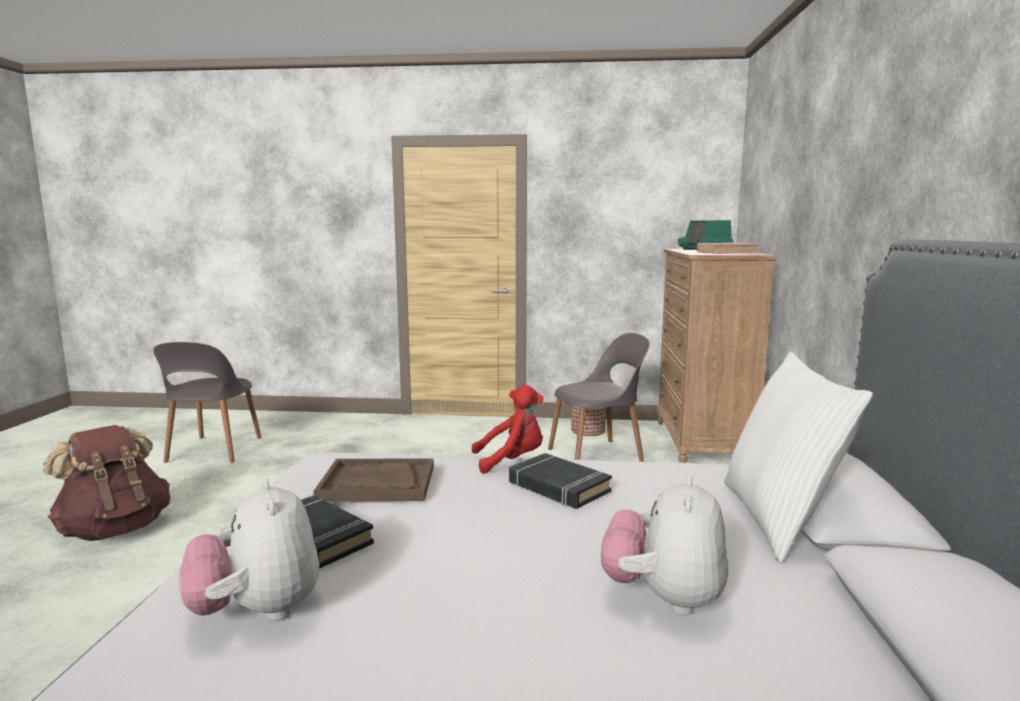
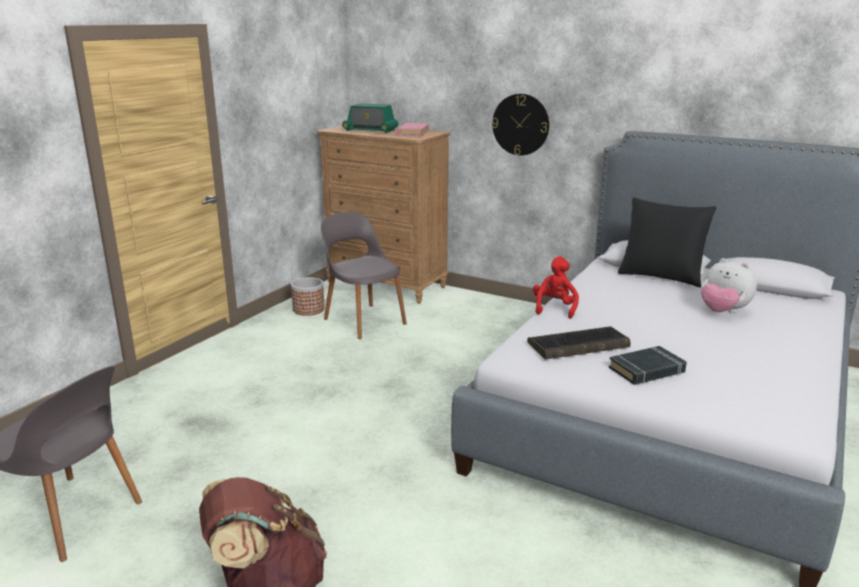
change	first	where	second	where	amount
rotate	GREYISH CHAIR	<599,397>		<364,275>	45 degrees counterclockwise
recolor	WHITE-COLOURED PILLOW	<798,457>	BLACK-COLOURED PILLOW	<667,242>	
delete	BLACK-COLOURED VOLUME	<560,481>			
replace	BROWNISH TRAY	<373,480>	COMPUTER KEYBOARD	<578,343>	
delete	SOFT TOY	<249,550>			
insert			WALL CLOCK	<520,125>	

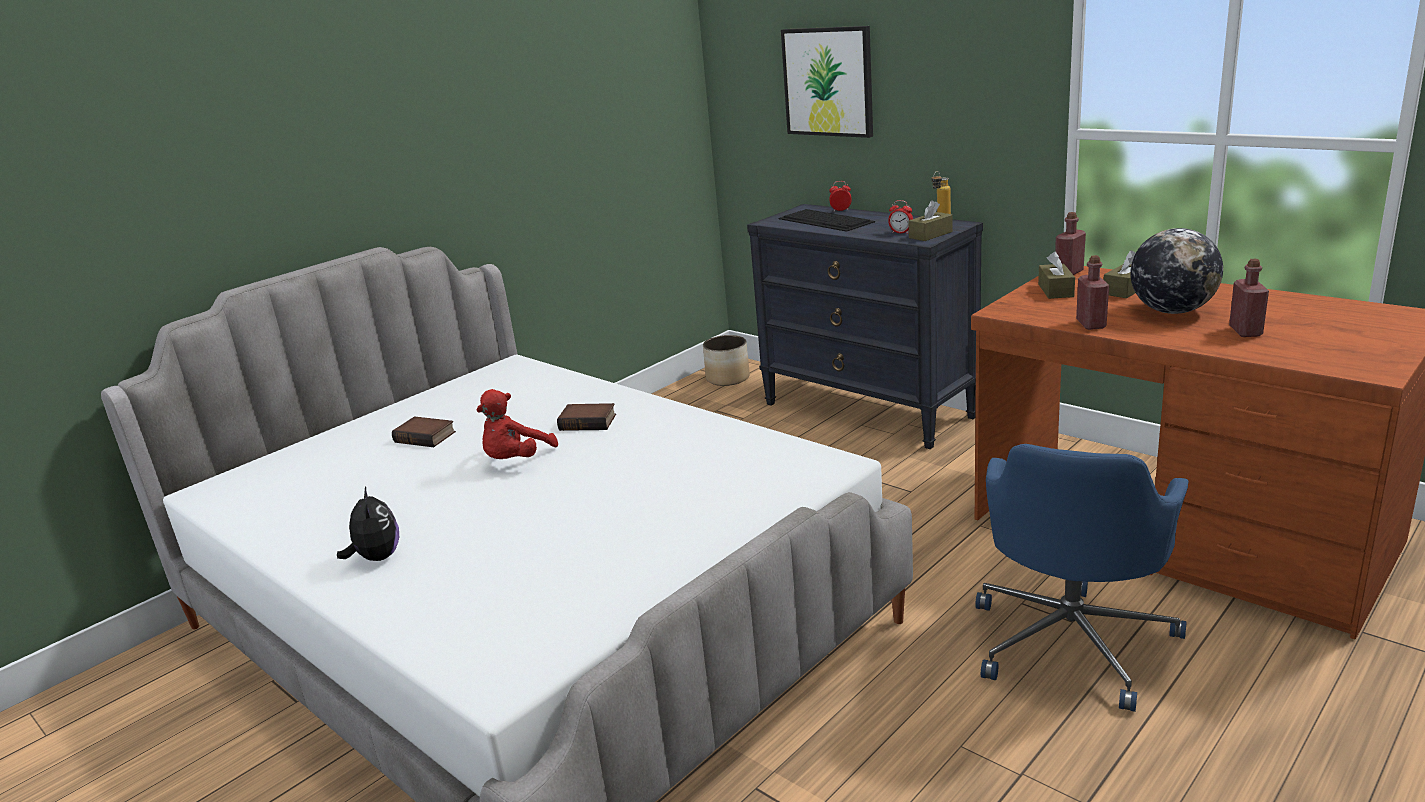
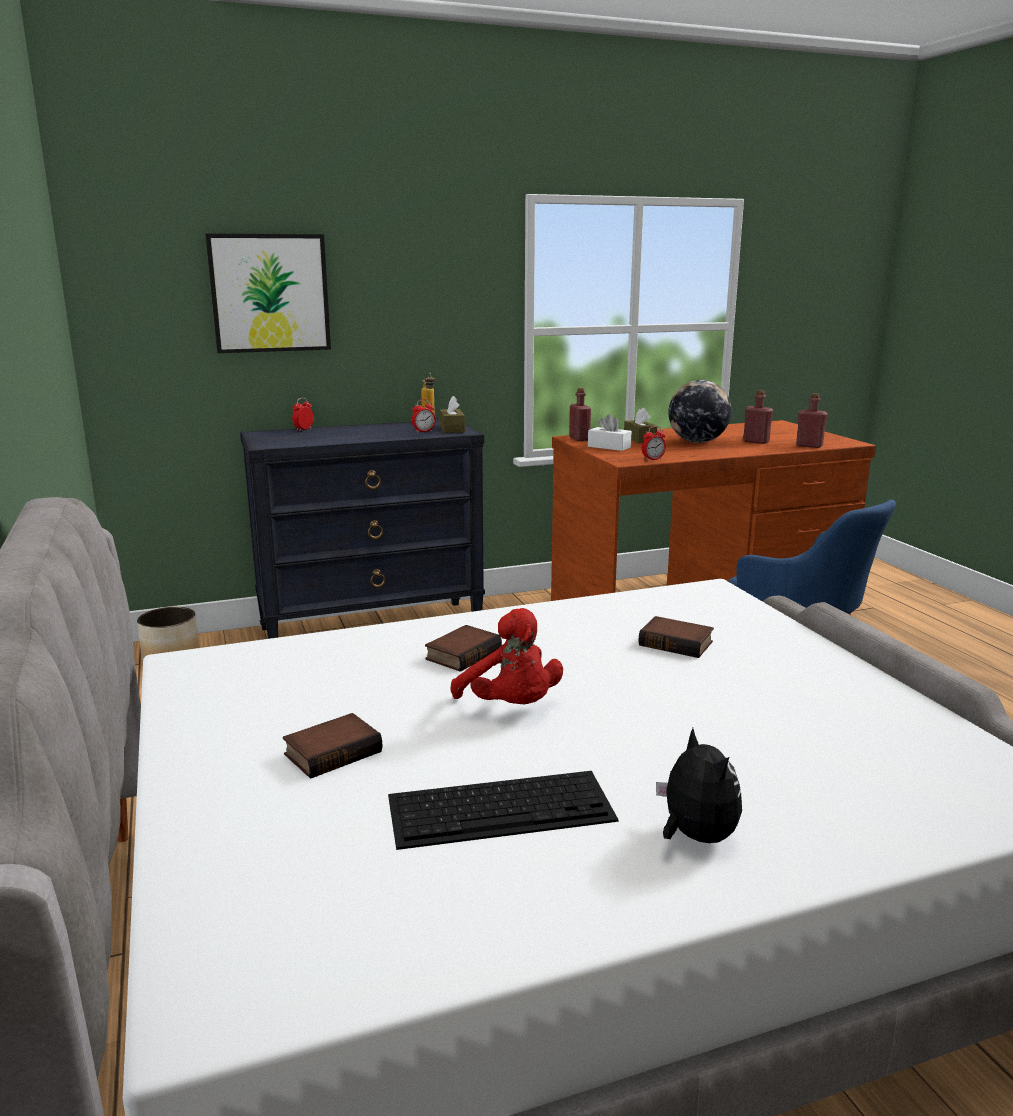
change	first	where	second	where	amount
move	COMPUTER KEYBOARD	<827,220>		<503,810>	
recolor	BROWNISH BOX OF TISSUES	<1056,275>	WHITE-COLOURED BOX OF TISSUES	<610,432>	
move	RED-COLOURED BEVERAGE BOTTLE	<1092,292>		<812,420>	
rotate	SOFT TOY	<368,523>		<699,785>	60 degrees clockwise
insert			TABLE CLOCK	<654,443>	
insert			VOLUME	<676,637>	

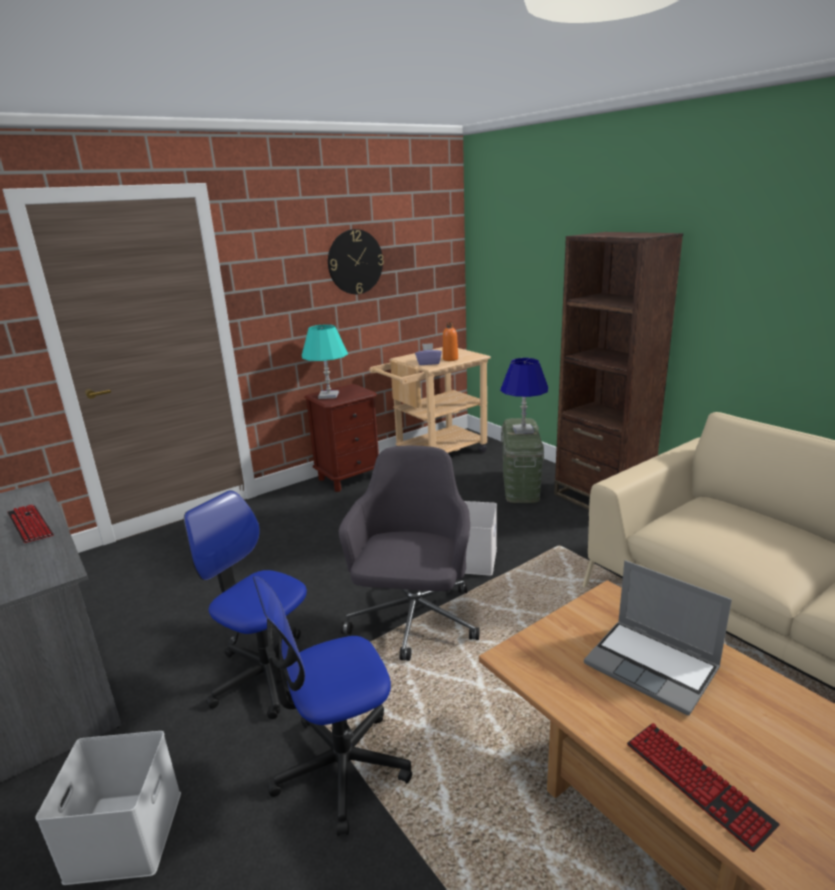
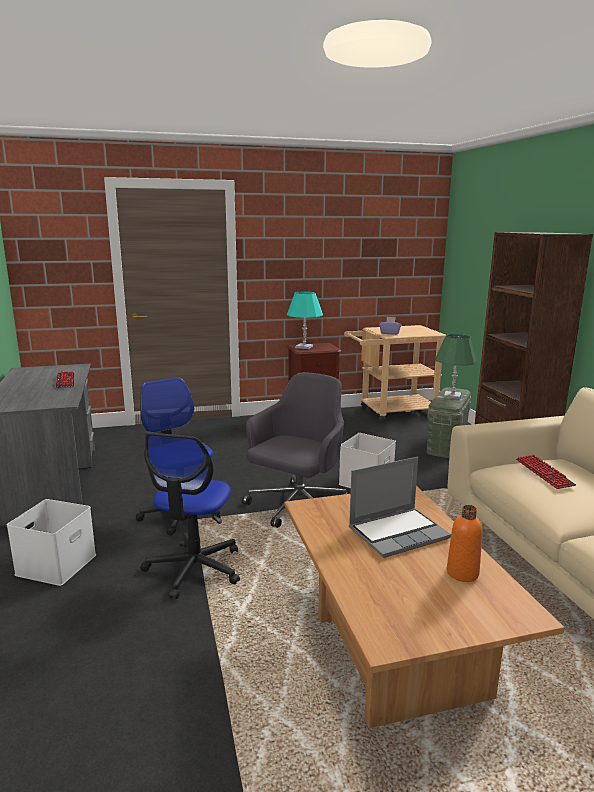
change	first	where	second	where	amount
delete	WALL CLOCK	<356,261>			
move	ORANGEY BEVERAGE BOTTLE	<450,341>		<465,543>	
recolor	BLUE TABLETOP LAMP	<524,396>	GREEN-COLOURED TABLETOP LAMP	<456,366>	
rotate	NOTEBOOK COMPUTER	<658,638>		<400,507>	90 degrees counterclockwise
rotate	DESK CHAIR	<332,706>		<190,516>	75 degrees counterclockwise
move	COMPUTER KEYBOARD	<703,787>		<546,471>	

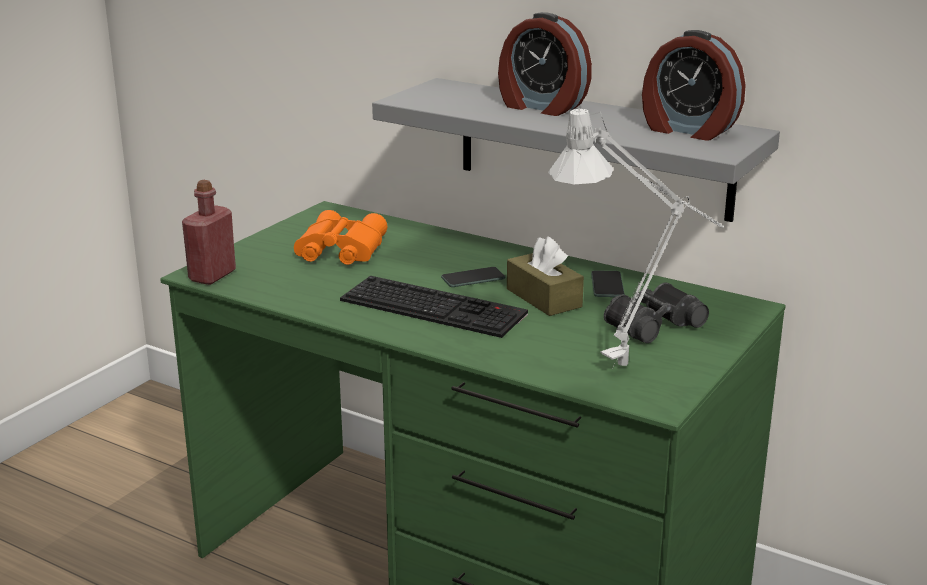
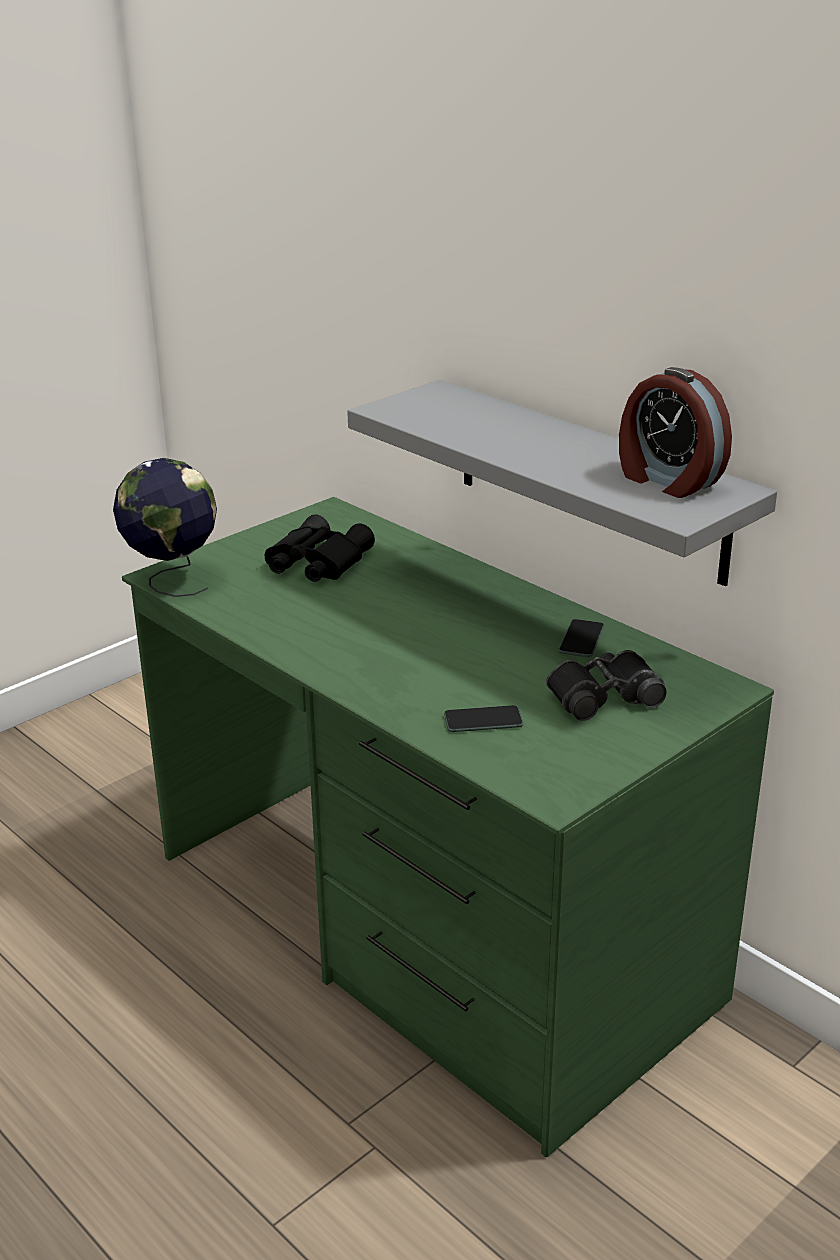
change	first	where	second	where	amount
delete	TABLE CLOCK	<545,64>			
delete	GREYISH TABLETOP LAMP	<636,237>			
replace	RED-COLOURED BEVERAGE BOTTLE	<209,232>	DESK GLOBE	<165,527>	
recolor	ORANGEY FIELD GLASSES	<340,237>	BLACK-COLOURED FIELD GLASSES	<320,548>	
delete	BROWNISH BOX OF TISSUES	<545,276>			
move	PHONE	<473,277>		<483,718>	
delete	COMPUTER KEYBOARD	<434,307>			

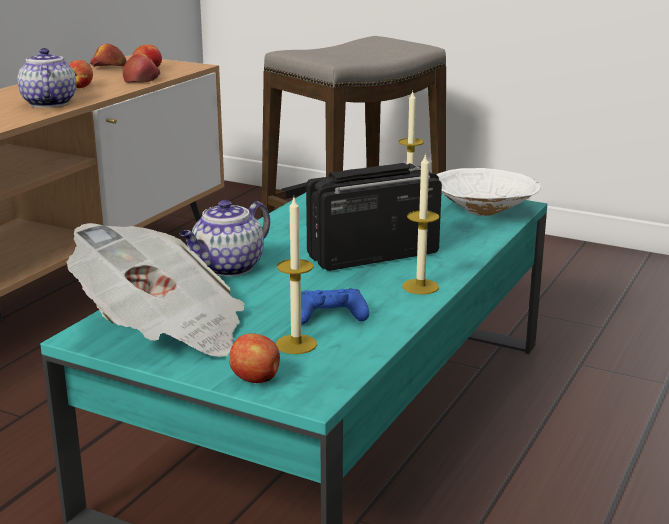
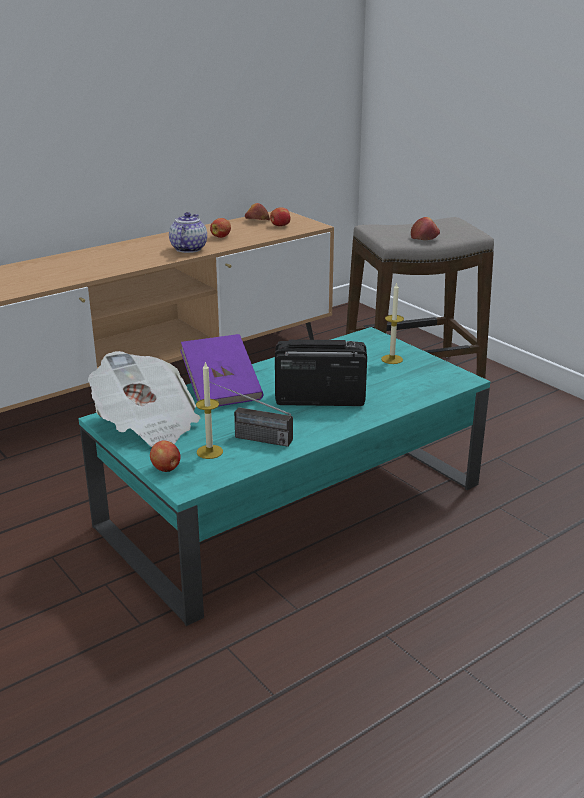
change	first	where	second	where	amount
move	APPLE	<141,68>		<425,228>	
delete	WAX CANDLE	<421,223>			
delete	WHITE-COLOURED BOWL	<488,192>			
replace	TEA POT	<225,238>	PURPLE VOLUME	<222,370>	
replace	BLUE GAME CONTROLLER	<335,306>	RADIO SET	<251,414>	

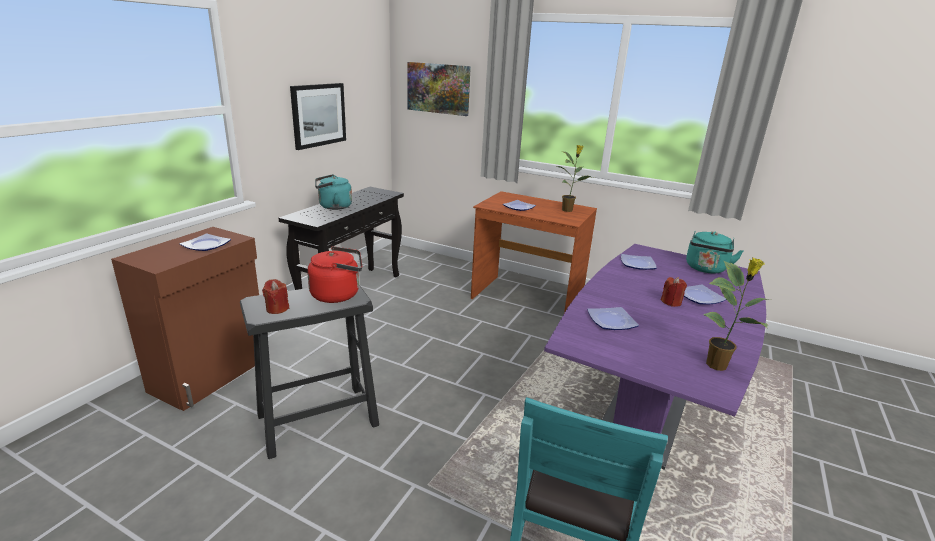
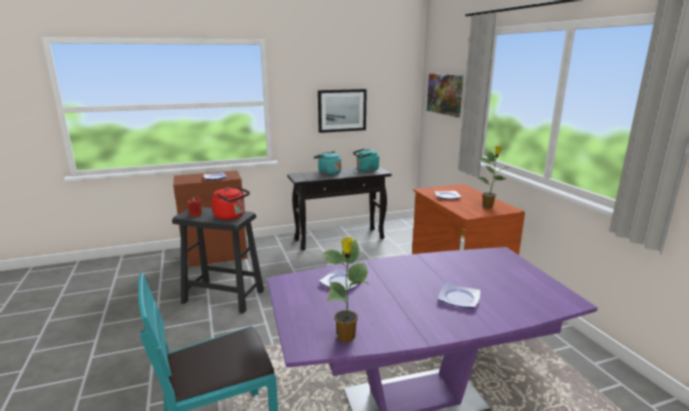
change	first	where	second	where	amount
move	BLUE-GREEN TEA KETTLE	<714,252>		<366,160>	
delete	FLAT DISH	<639,262>			
delete	RED-COLOURED WAX CANDLE	<674,292>			

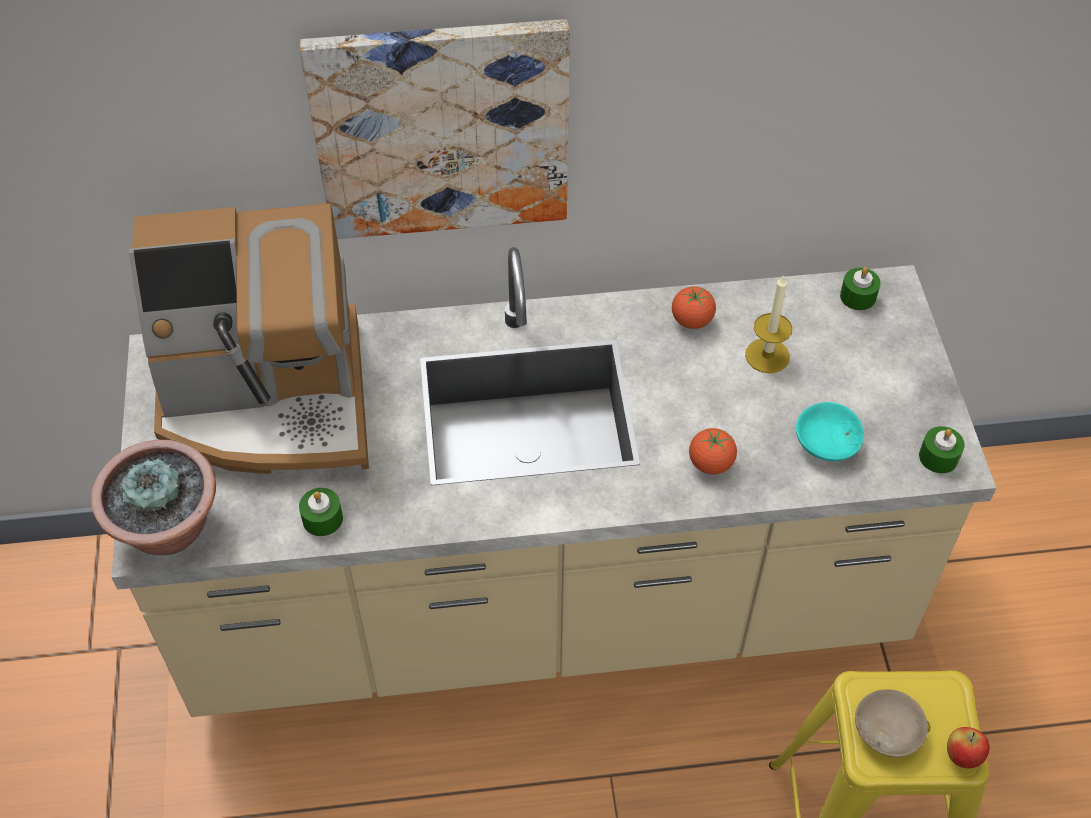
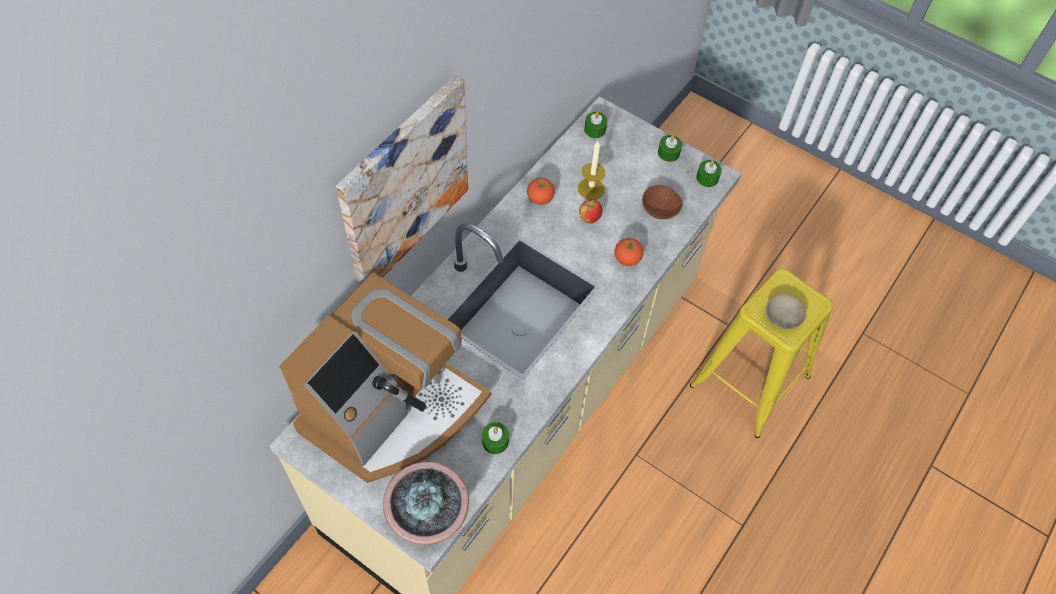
change	first	where	second	where	amount
recolor	BLUE-GREEN BOWL	<830,431>	BROWNISH BOWL	<662,202>	
move	APPLE	<968,747>		<590,212>	
insert			GREEN-COLOURED WAX CANDLE	<670,148>	

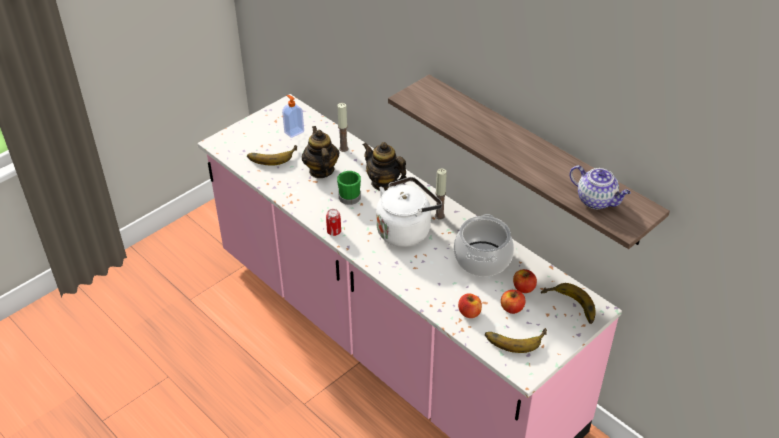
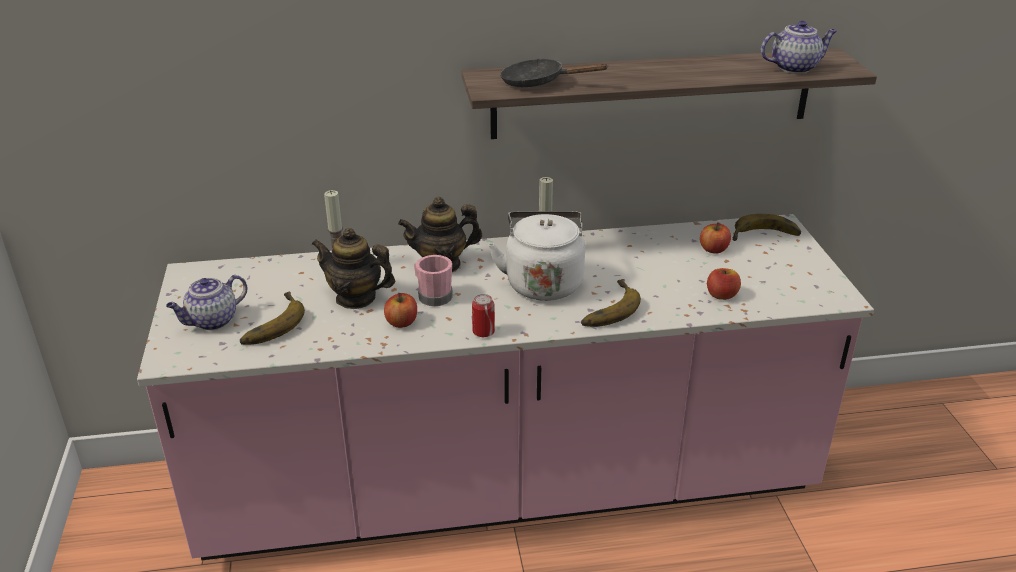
change	first	where	second	where	amount
delete	SOAP BOTTLE	<293,116>			
recolor	GREEN-COLOURED MUG	<349,188>	PINK-COLOURED MUG	<433,280>	
delete	COOKING POT	<484,245>			
move	APPLE	<513,302>		<400,310>	
move	WHOLE BANANA	<516,340>		<611,303>	
insert			BLACK-COLOURED PAN	<554,73>	
insert			TEA POT	<207,302>	

